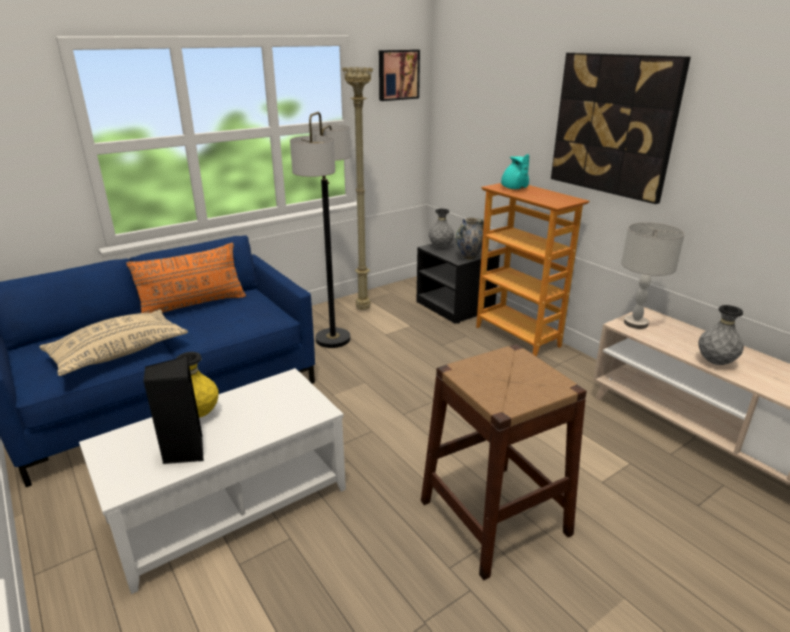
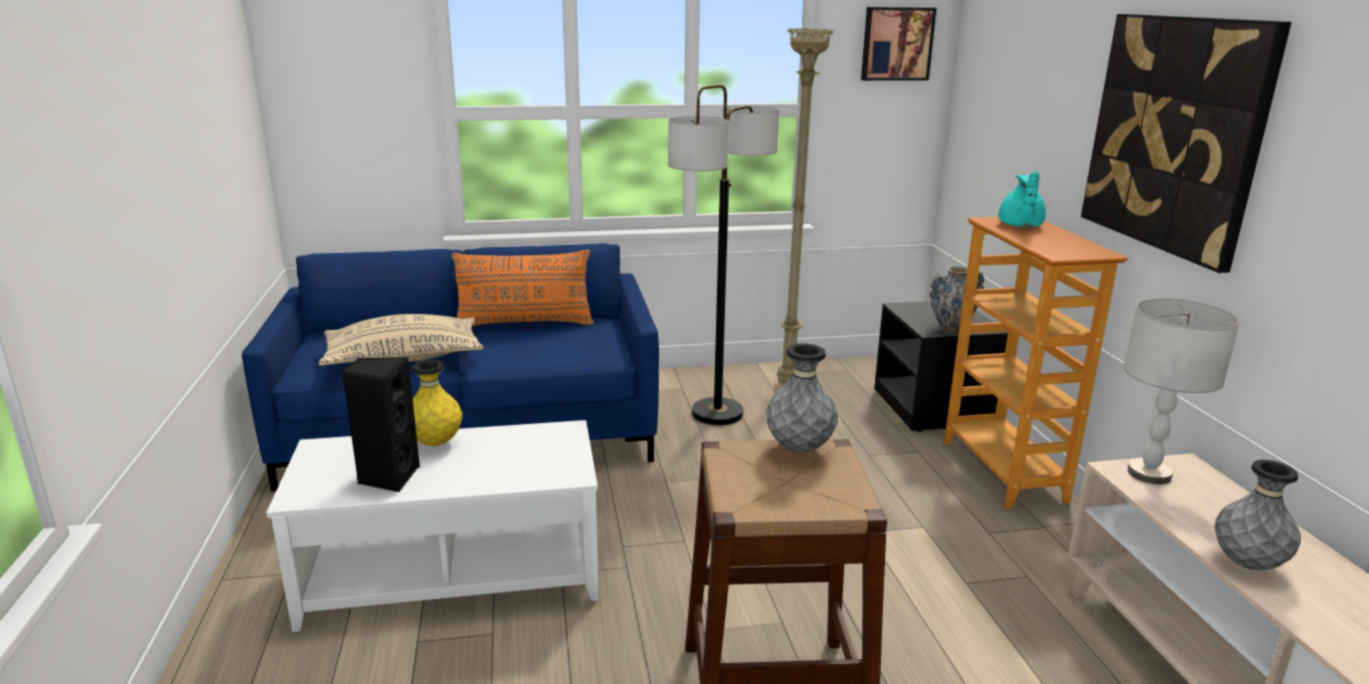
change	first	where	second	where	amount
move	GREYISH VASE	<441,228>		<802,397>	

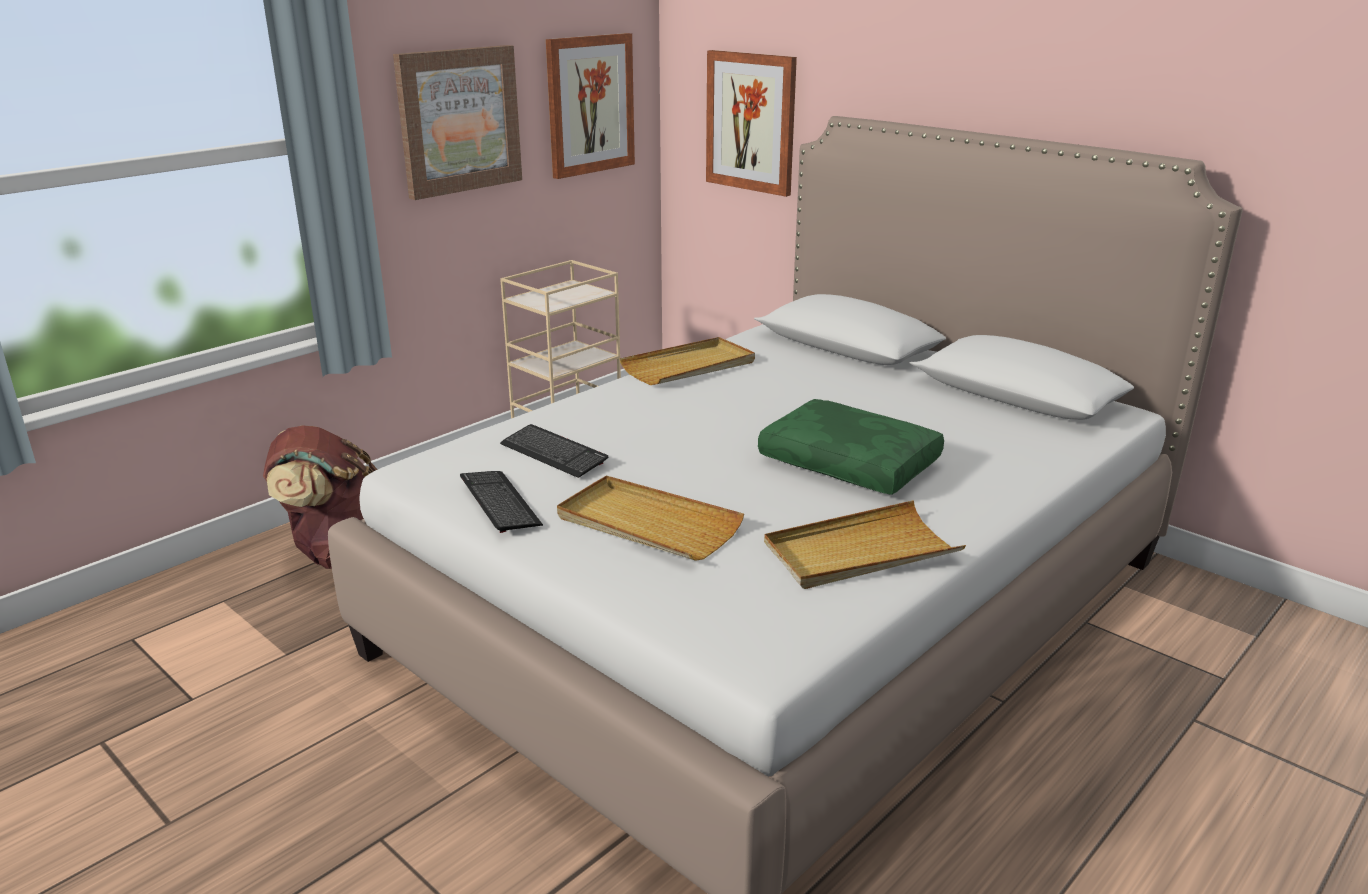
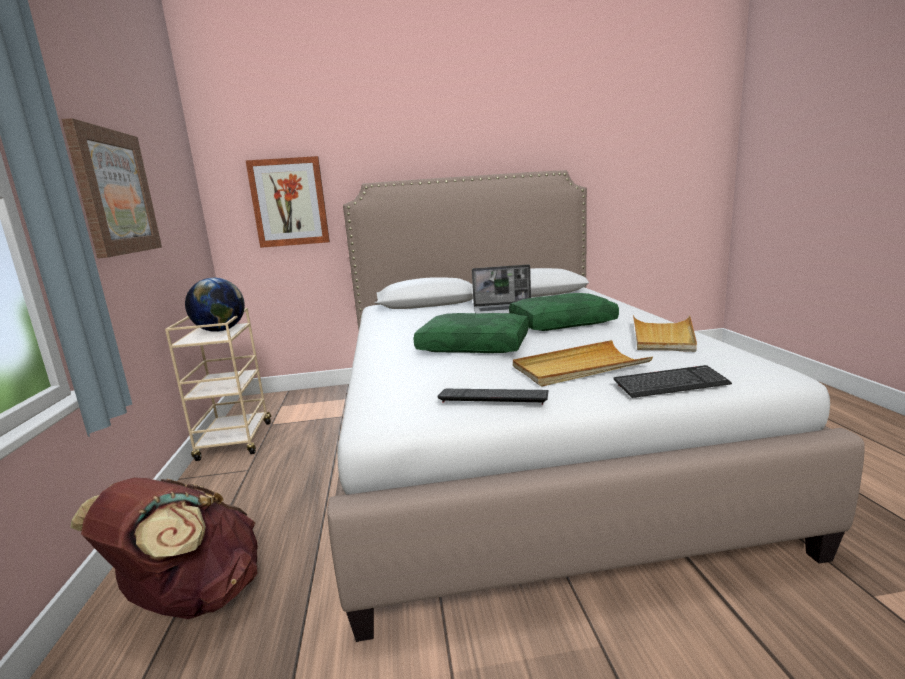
change	first	where	second	where	amount
delete	WALL ART	<590,106>			
delete	BEIGE TRAY	<687,361>			
move	COMPUTER KEYBOARD	<554,451>		<673,381>	
insert			NOTEBOOK COMPUTER	<501,288>	
insert			DESK GLOBE	<215,305>	
insert			GREEN-COLOURED PILLOW	<471,333>	

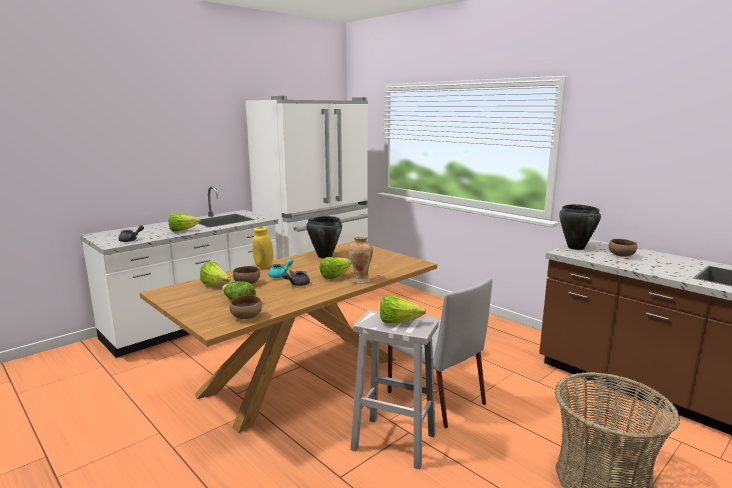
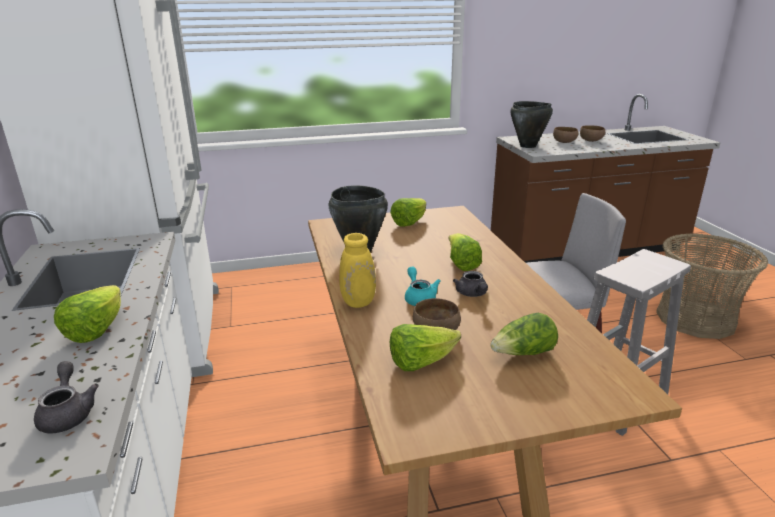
change	first	where	second	where	amount
delete	VASE	<360,259>			
move	BROWNISH BOWL	<245,307>		<592,134>	
move	HEAD OF LETTUCE	<403,309>		<408,212>	

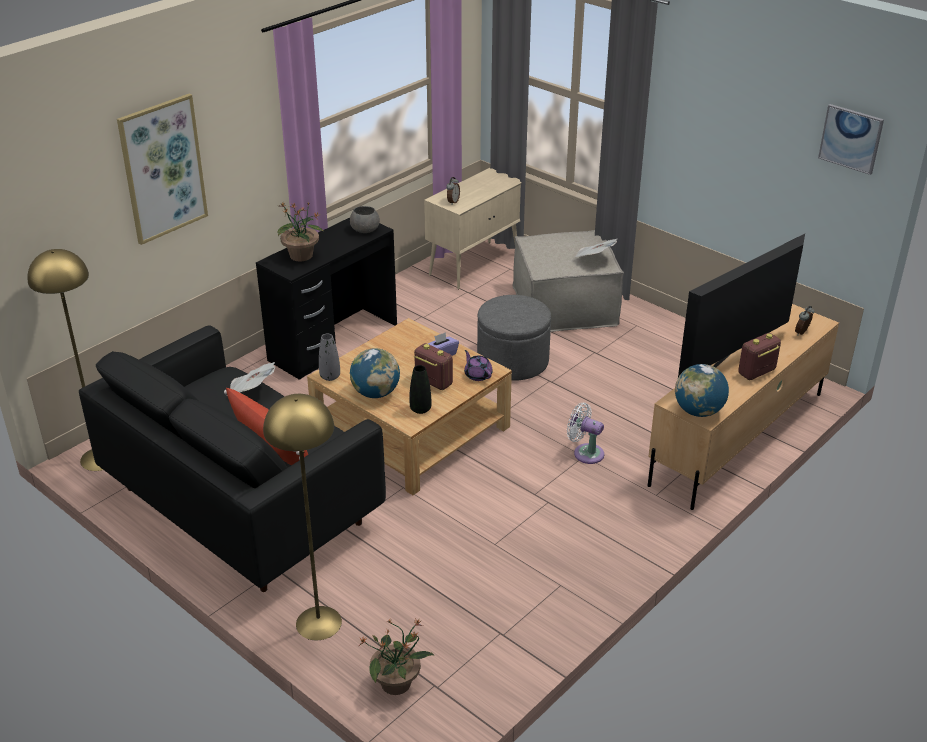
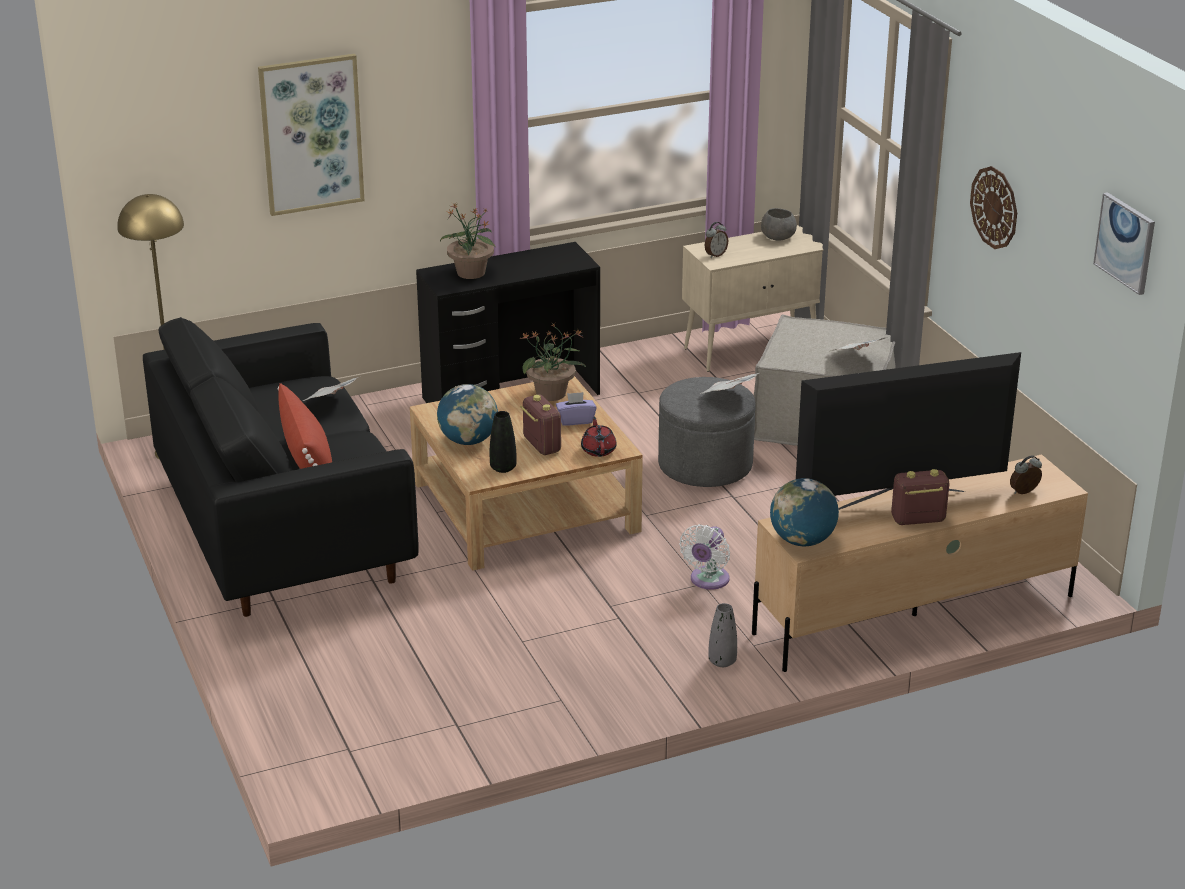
change	first	where	second	where	amount
move	GREYISH BOWL	<365,219>		<779,224>	
move	GREYISH VASE	<329,357>		<722,635>	
recolor	PURPLE TEA POT	<478,365>	RED-COLOURED TEA POT	<599,437>	
delete	YELLOWISH STANDARD LAMP	<302,517>			
rotate	WHITE-COLOURED COOLING FAN	<585,433>		<704,557>	120 degrees counterclockwise
move	HOUSEPLANT	<396,656>		<553,362>	
insert			WALL CLOCK	<993,207>	
insert			DAILY PAPER	<731,383>	

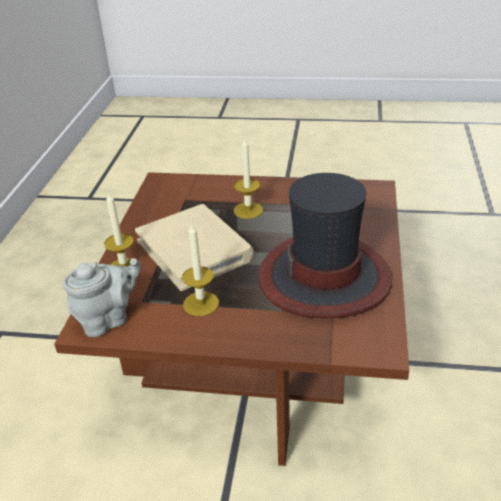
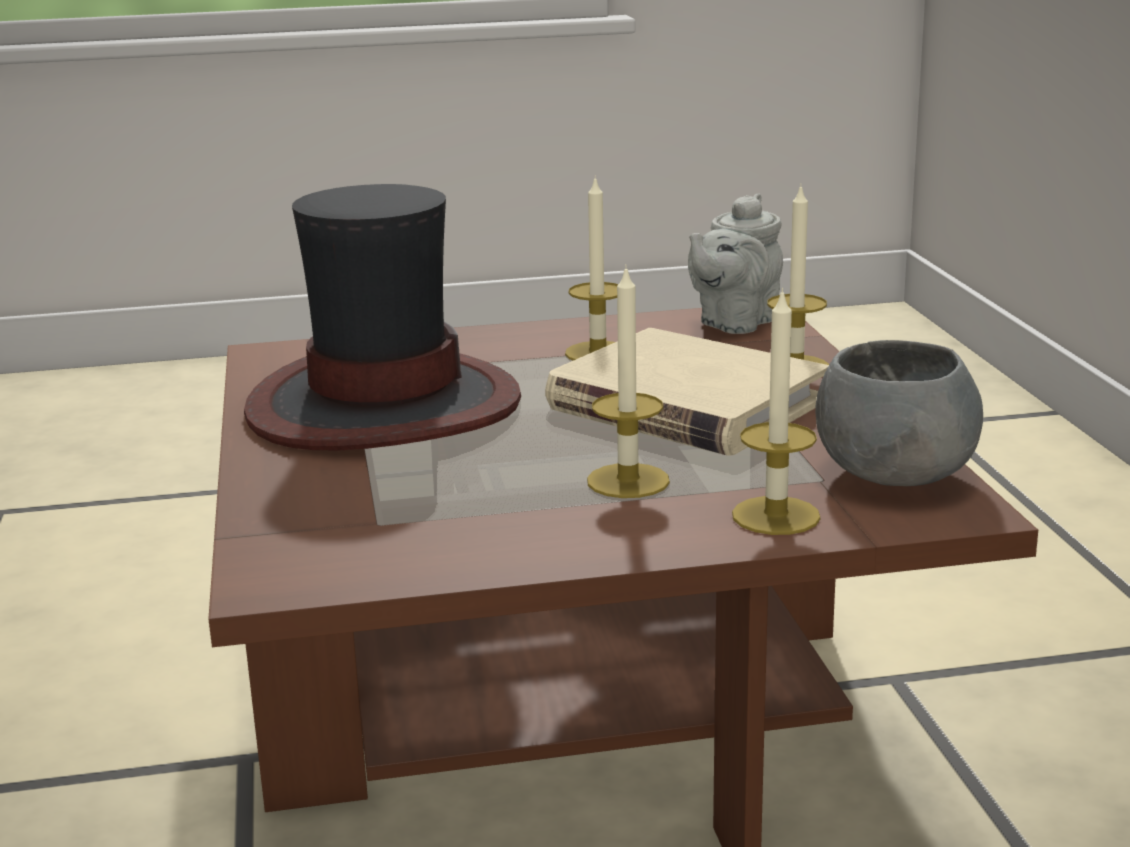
change	first	where	second	where	amount
insert			WAX CANDLE	<776,411>	
insert			GREYISH BOWL	<899,413>	

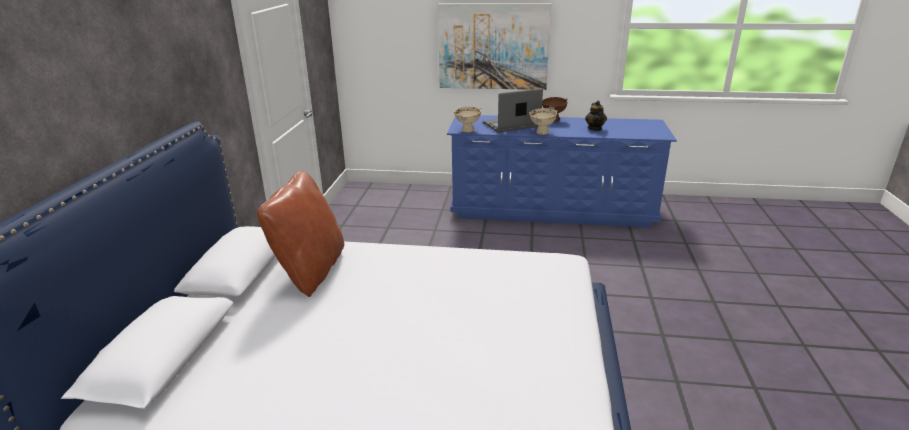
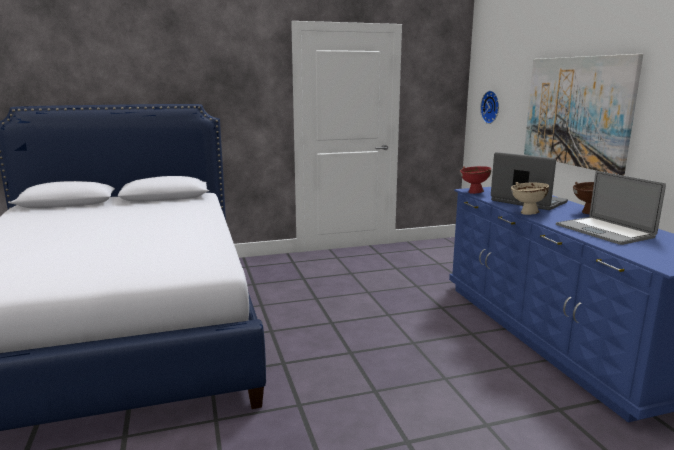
change	first	where	second	where	amount
replace	TEA POT	<596,116>	NOTEBOOK COMPUTER	<611,208>	
recolor	BEIGE BOWL	<467,119>	RED-COLOURED BOWL	<475,180>	
delete	BROWNISH PILLOW	<300,234>			
insert			WALL CLOCK	<489,107>	

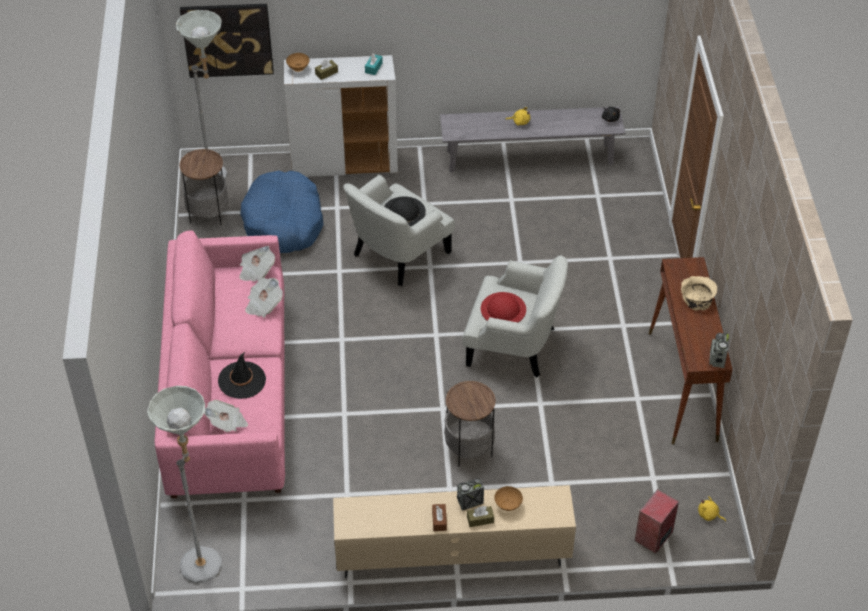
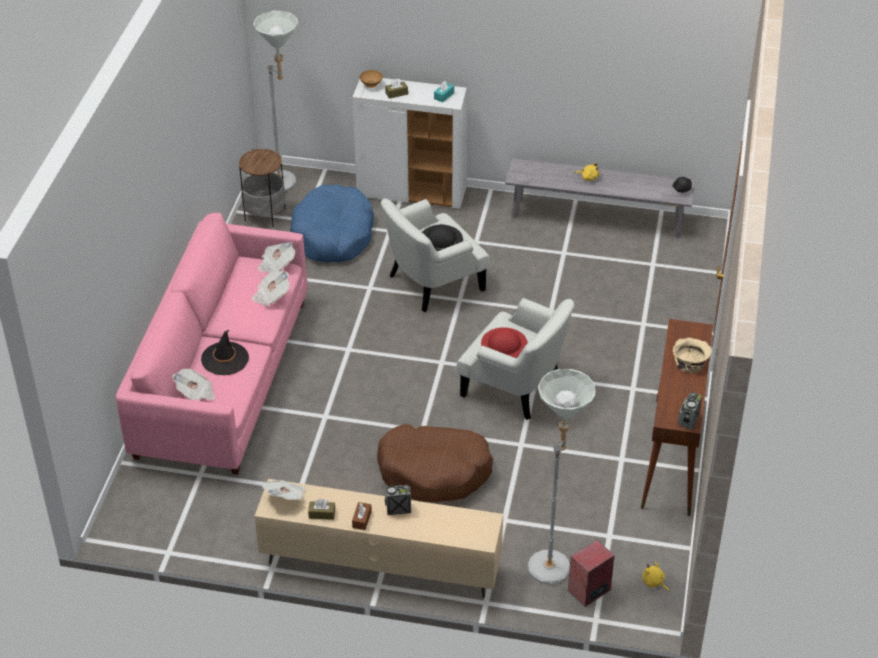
change	first	where	second	where	amount
delete	WALL ART	<227,41>			
replace	ACCENT TABLE	<469,424>	BROWNISH DOG CUSHION	<435,463>	
move	GREYISH STANDARD LAMP	<184,484>		<562,476>	
delete	BROWNISH BOWL	<508,498>			
move	BROWNISH BOX OF TISSUES	<480,516>		<321,509>	
insert			DAILY PAPER	<284,490>	

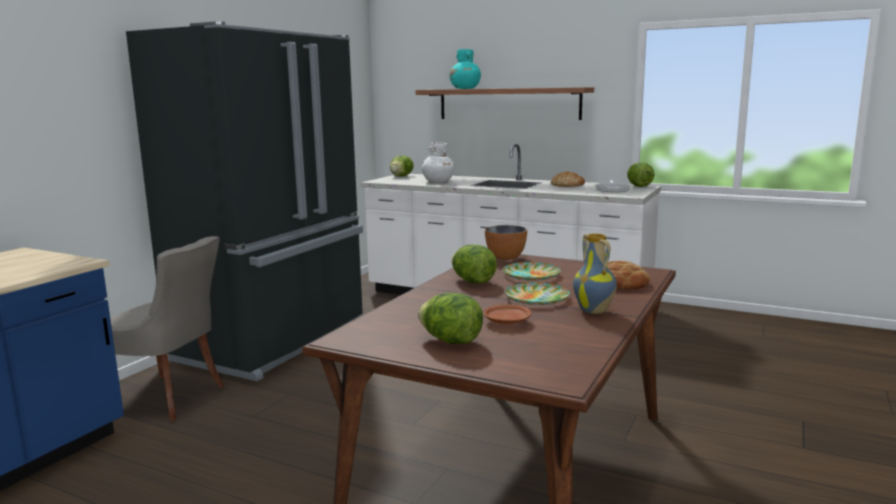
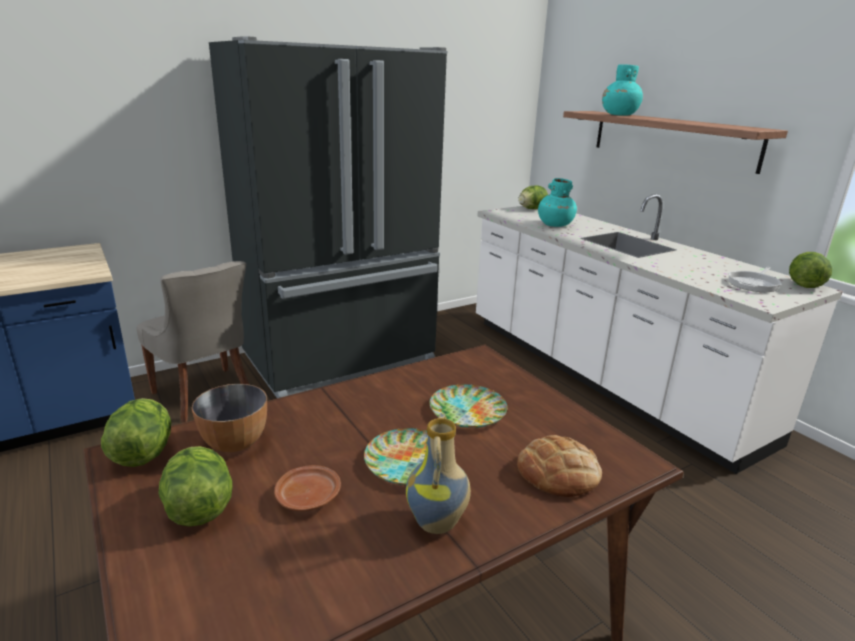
change	first	where	second	where	amount
recolor	WHITE-COLOURED VASE	<438,162>	BLUE-GREEN VASE	<557,202>	
delete	BREAD	<568,179>			
move	BOWL	<506,242>		<229,418>	
move	HEAD OF LETTUCE	<474,263>		<136,432>	

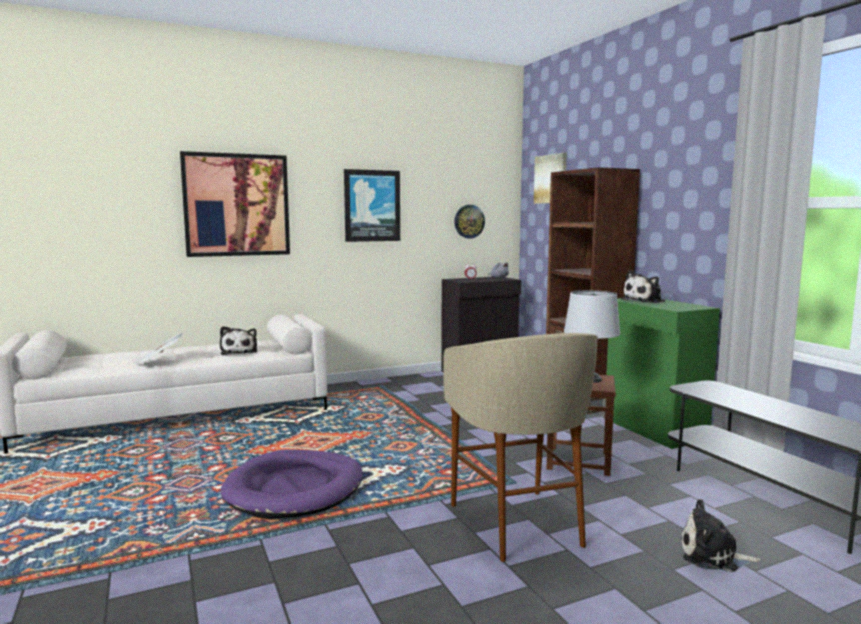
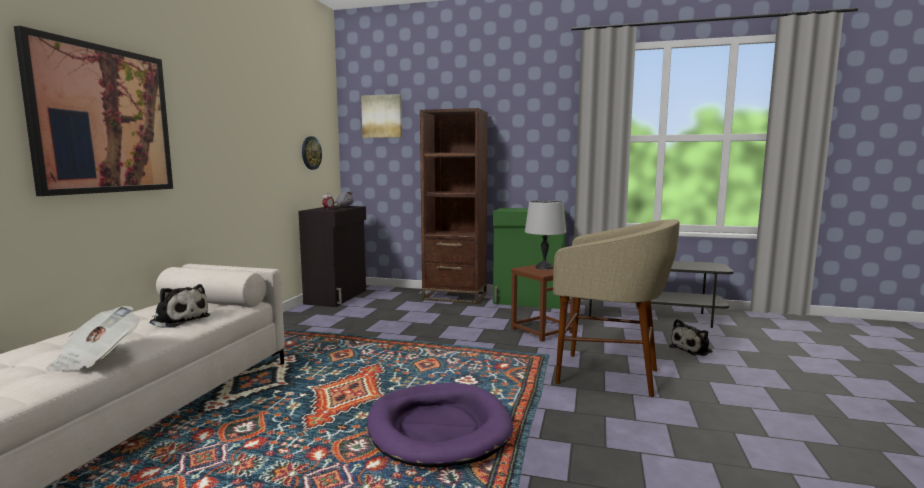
change	first	where	second	where	amount
delete	WALL ART	<372,205>			
delete	SOFT TOY	<643,286>			

